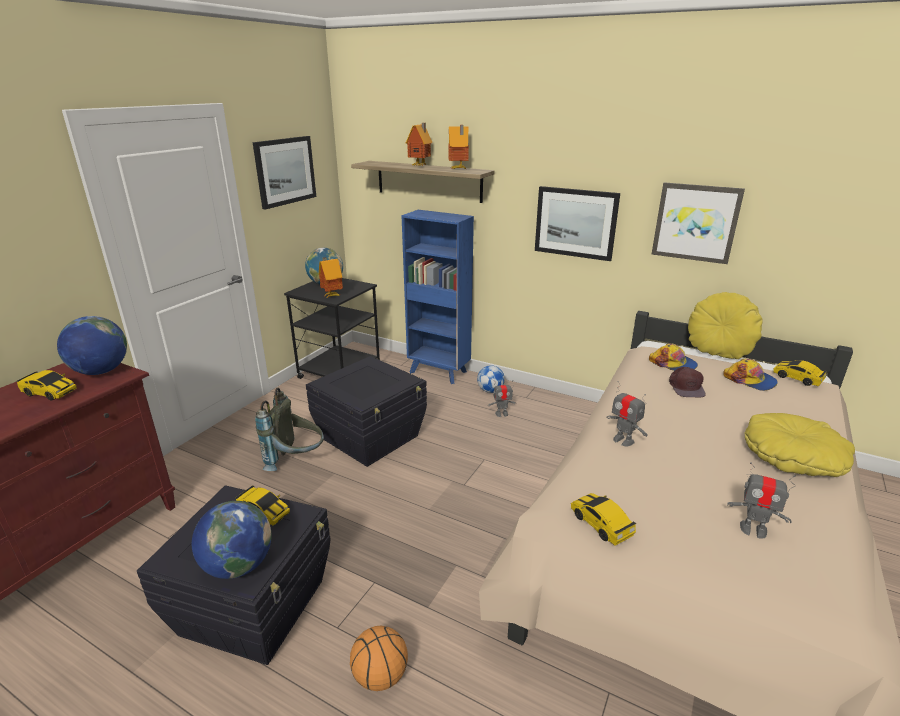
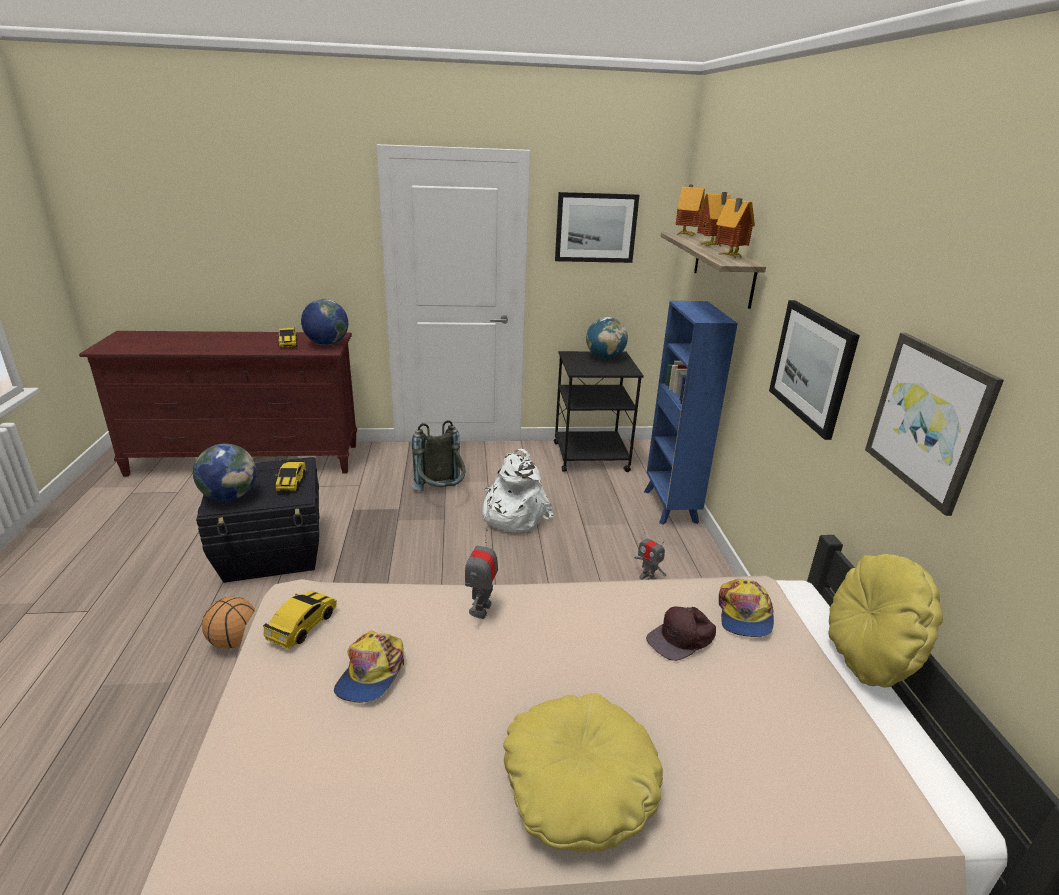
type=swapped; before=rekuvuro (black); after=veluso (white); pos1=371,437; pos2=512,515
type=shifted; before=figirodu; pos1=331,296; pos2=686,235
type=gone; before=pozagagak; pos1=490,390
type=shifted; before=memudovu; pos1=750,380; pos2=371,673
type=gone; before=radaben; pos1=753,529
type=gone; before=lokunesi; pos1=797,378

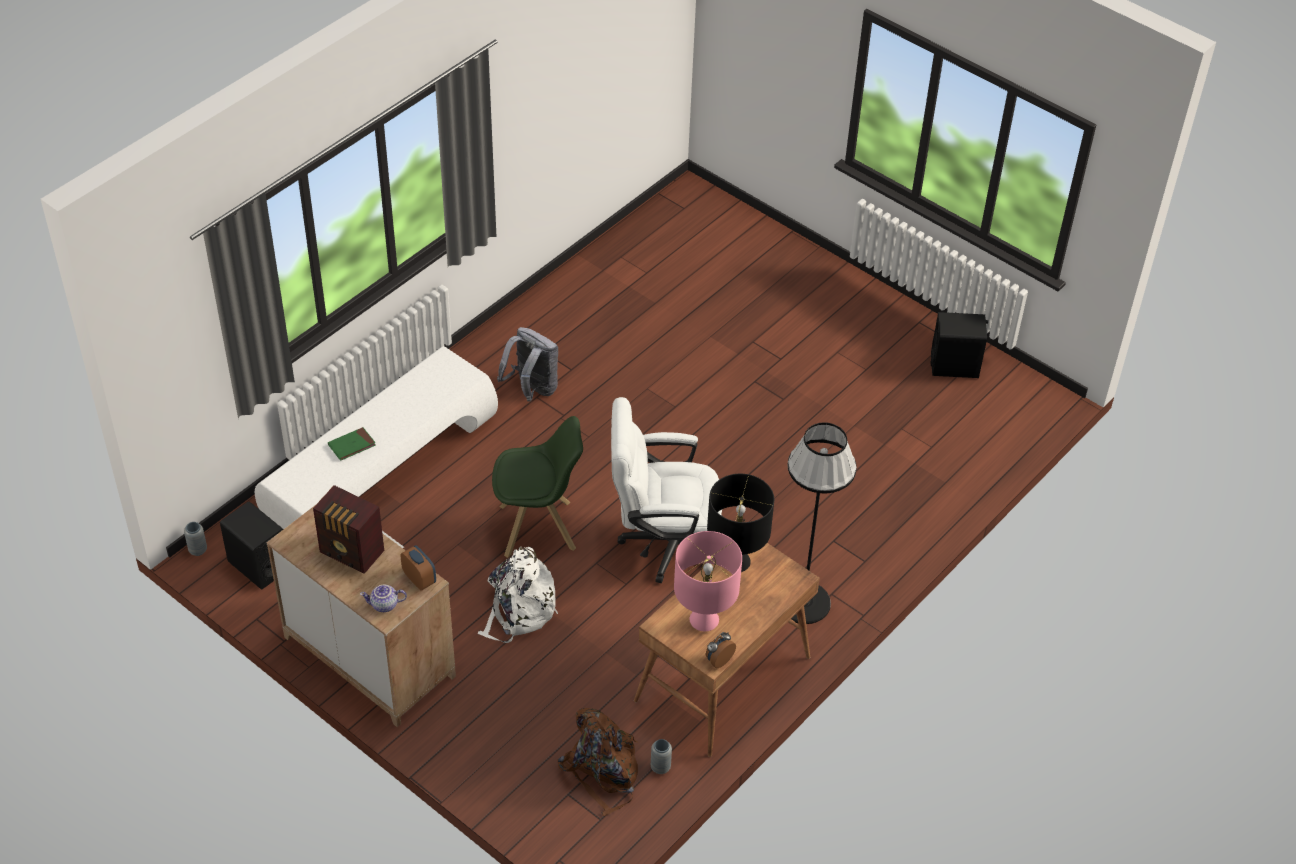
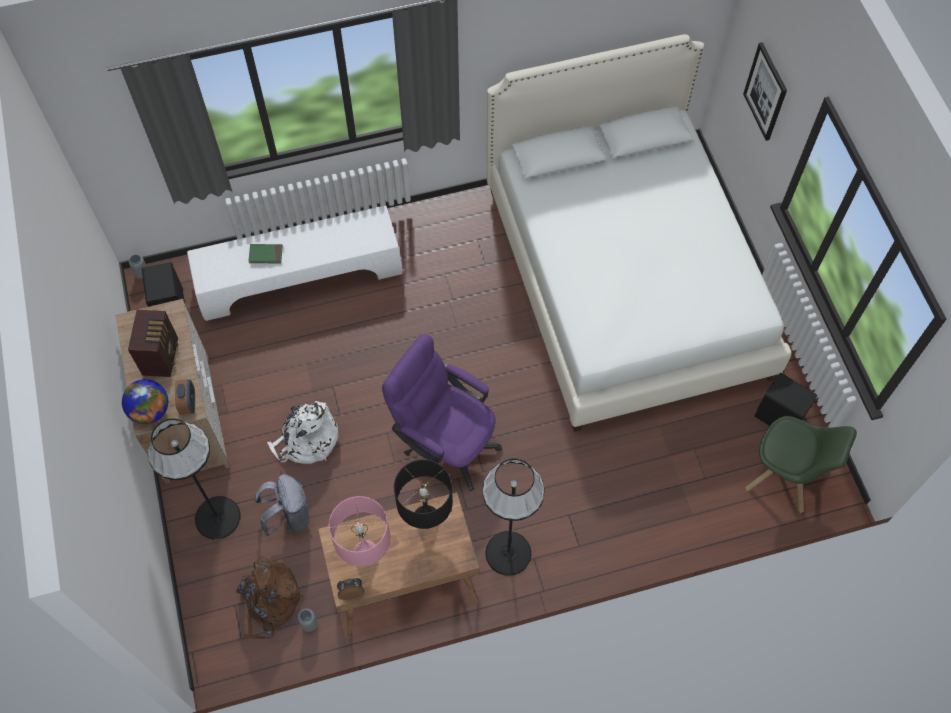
type=rotated; before=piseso; pos1=352,553; pos2=161,356; turn=-150
type=swapped; before=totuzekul; after=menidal; pos1=384,605; pos2=150,411
type=shifted; before=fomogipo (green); pos1=538,528; pos2=783,478
type=shifted; before=veluso (grey); pos1=532,389; pos2=289,517
type=repainted; before=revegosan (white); after=revegosan (purple); pos1=663,542; pos2=445,443
type=new; after=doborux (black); pos2=217,517
type=new; after=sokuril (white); pos2=626,280
type=new; after=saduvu; pos2=766,91

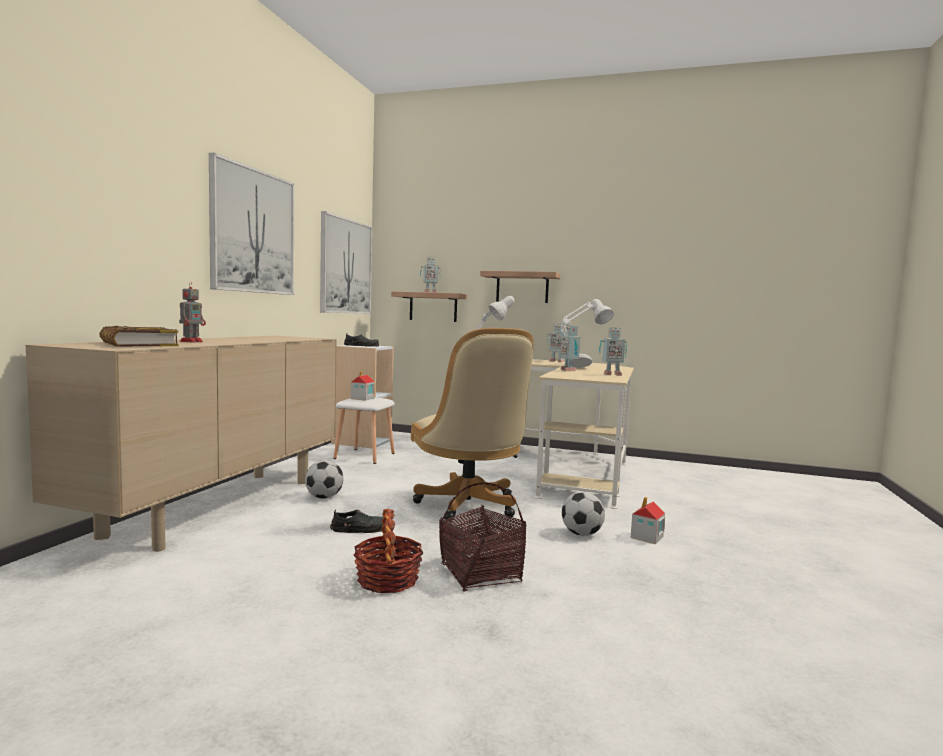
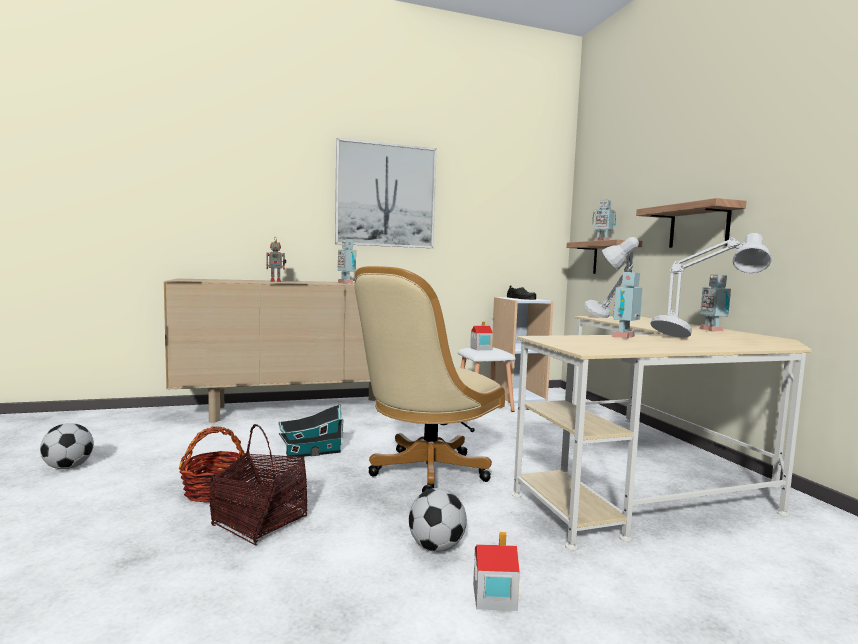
type=gone; before=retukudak; pos1=138,344
type=shifted; before=pozagagak; pos1=324,497; pos2=68,467
type=gone; before=saduvu; pos1=345,266
type=swapped; before=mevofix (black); after=figirodu; pos1=360,528; pos2=311,453
type=shifted; before=radaben; pos1=611,375; pos2=346,283

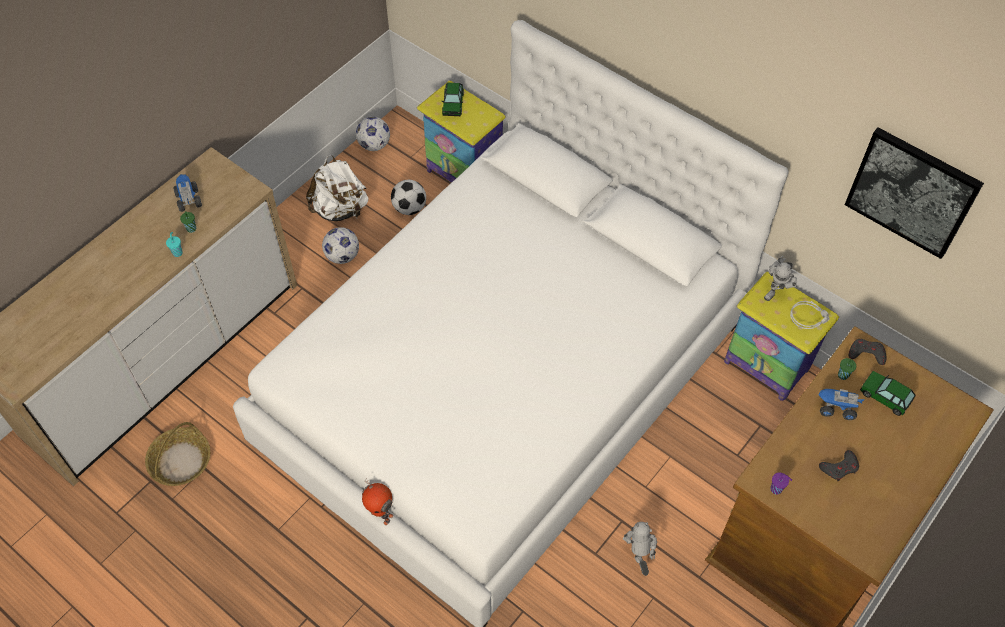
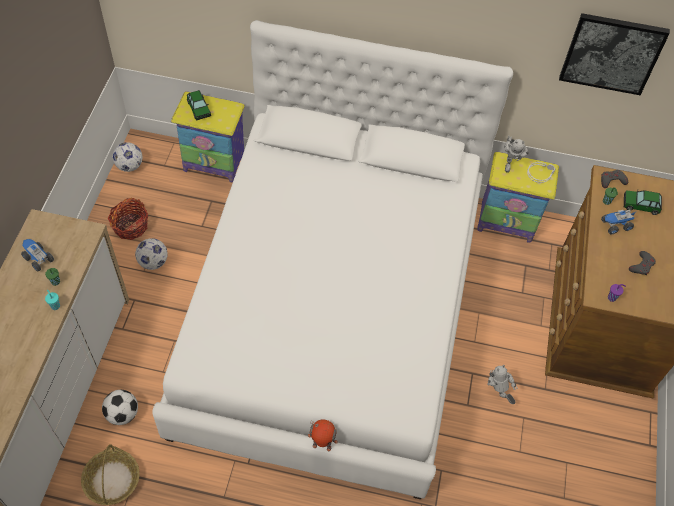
type=swapped; before=veluso (white); after=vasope; pos1=340,209; pos2=130,226
type=shifted; before=pozagagak; pos1=409,208; pos2=123,414

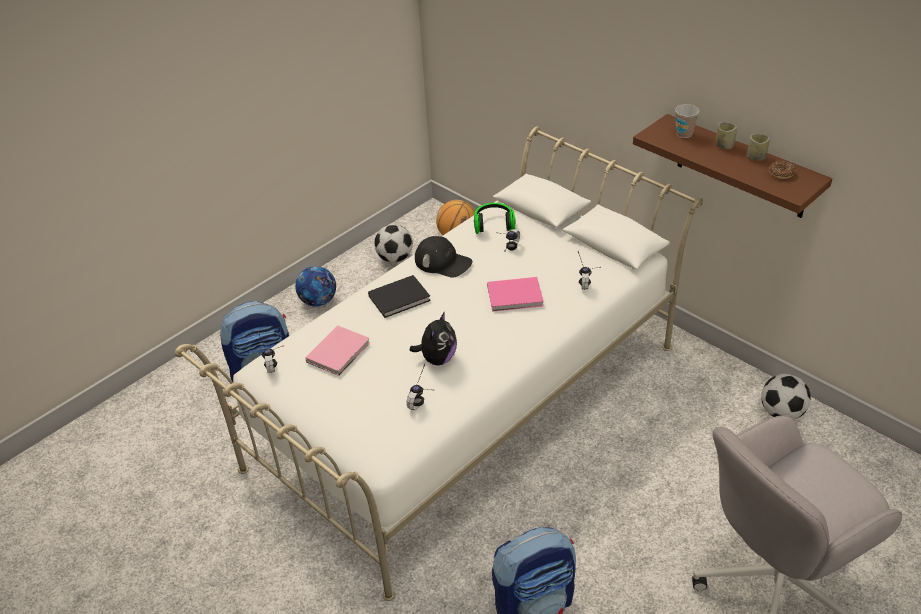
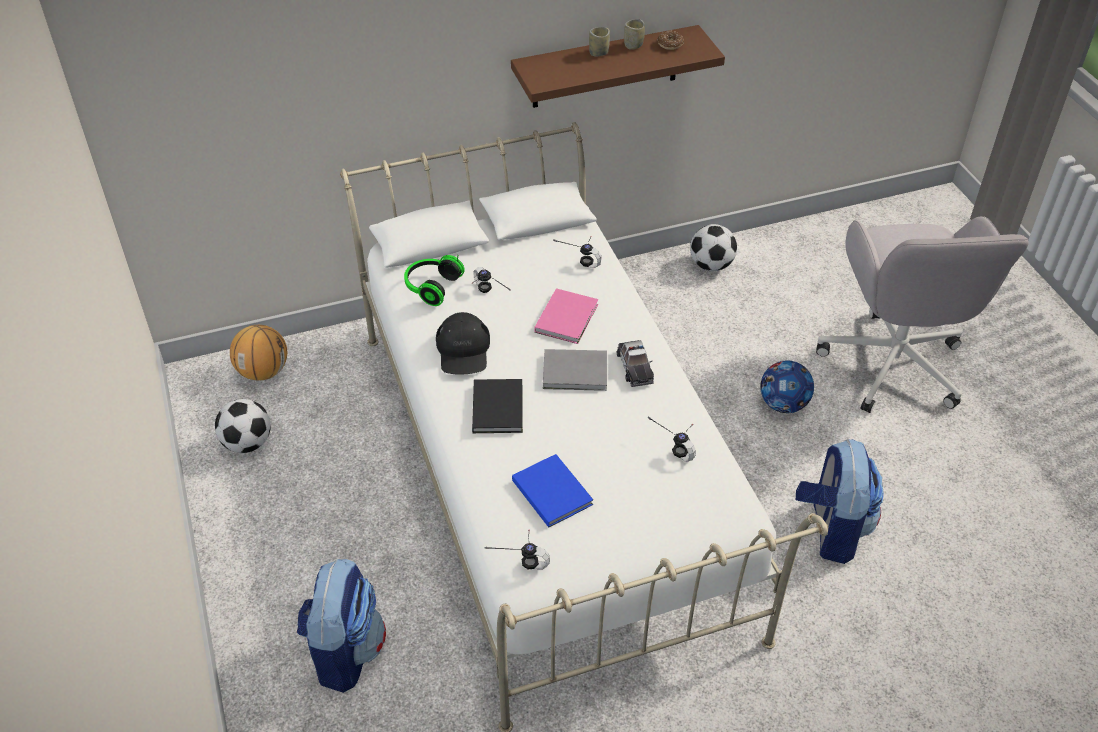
type=shifted; before=pozagagak; pos1=318,301; pos2=783,404
type=repainted; before=retukudak (pink); after=retukudak (blue); pos1=340,351; pos2=552,490
type=gone; before=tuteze; pos1=437,358
type=rotated; before=memudovu (black); pos1=443,262; pos2=463,350; turn=120
type=gone; before=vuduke; pos1=684,134
type=new; after=retukudak (grey); pos2=577,373
type=new; after=lokunesi; pos2=634,367

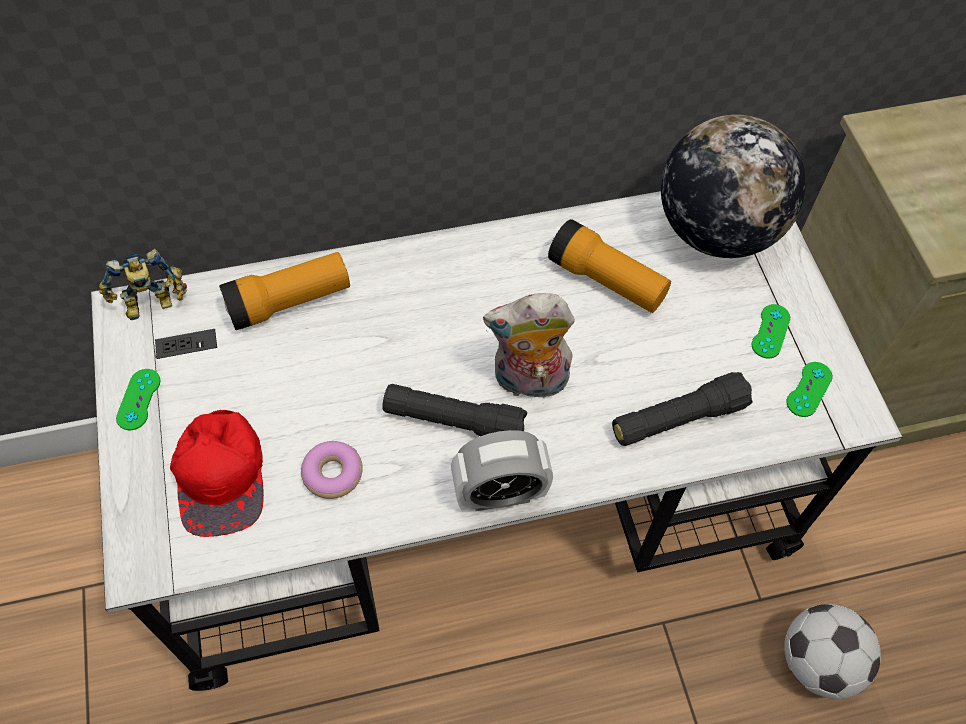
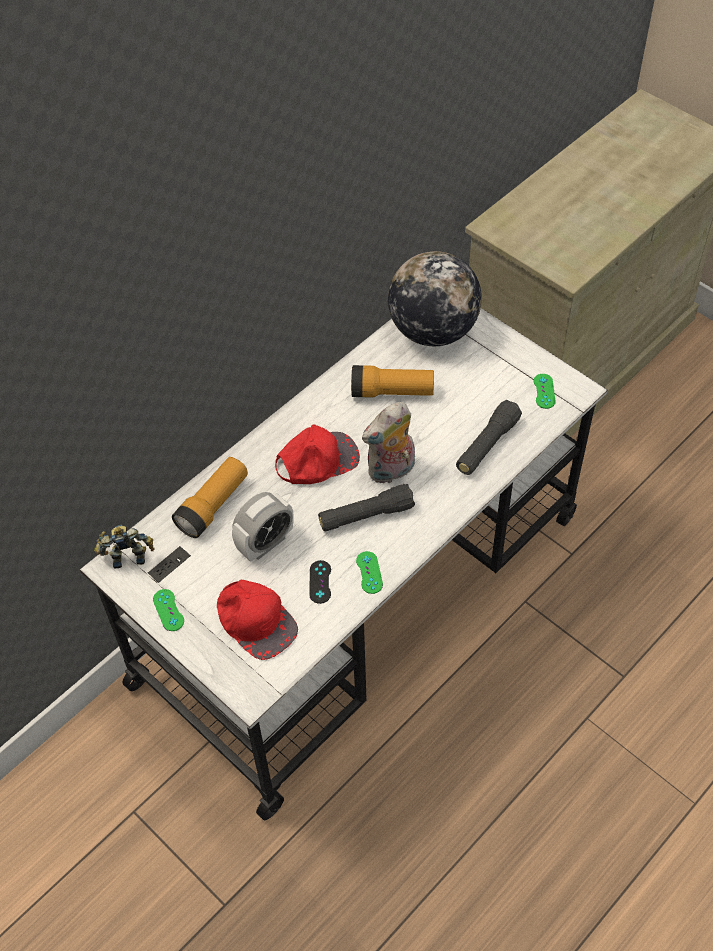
type=rotated; before=radaben; pos1=151,305; pos2=127,555; turn=-135
type=swapped; before=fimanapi; after=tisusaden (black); pos1=333,473; pos2=320,582
type=shifted; before=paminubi; pos1=500,494; pos2=265,543
type=shifted; before=tisusaden (green); pos1=770,331; pos2=369,572
type=gone; before=pozagagak; pos1=818,662
type=new; after=memudovu (red); pos2=317,460

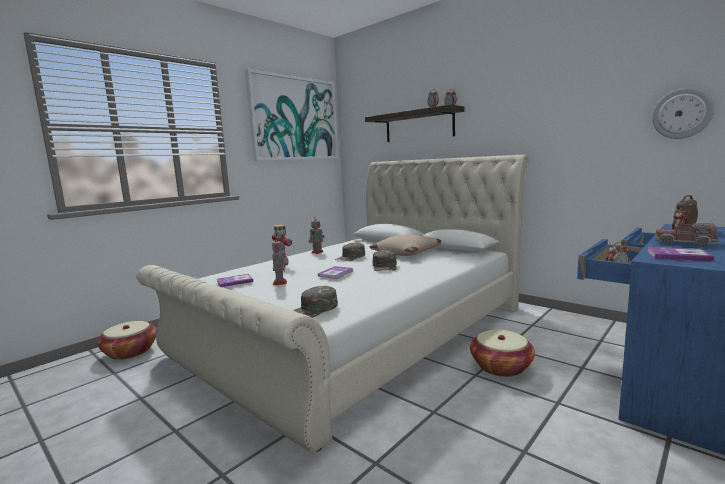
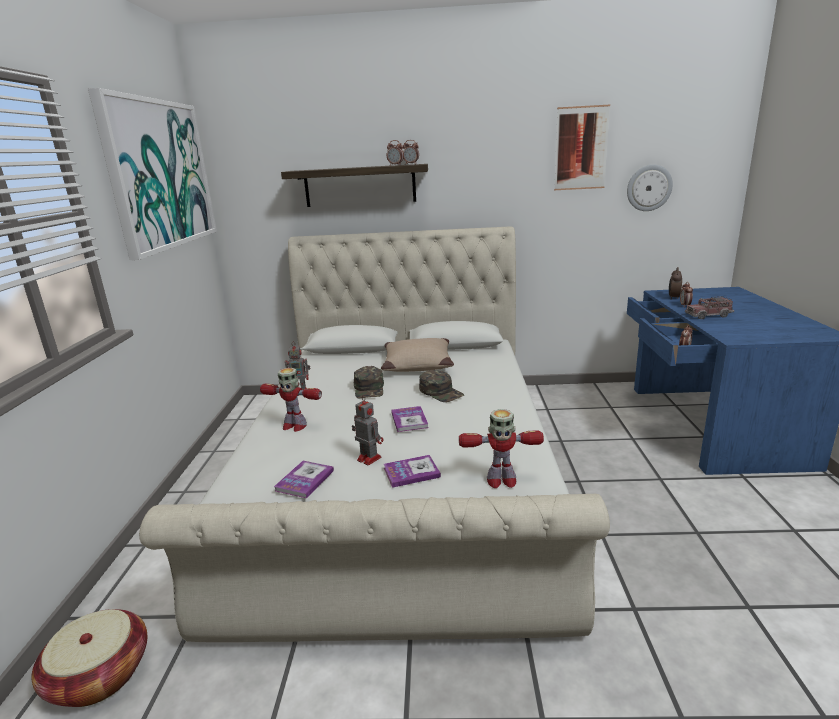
type=swapped; before=memudovu (green); after=radaben; pos1=314,310; pos2=500,480
type=gone; before=vasope; pos1=501,367
type=shifted; before=retukudak; pos1=678,256; pos2=411,472
type=new; after=saduvu; pos2=581,148

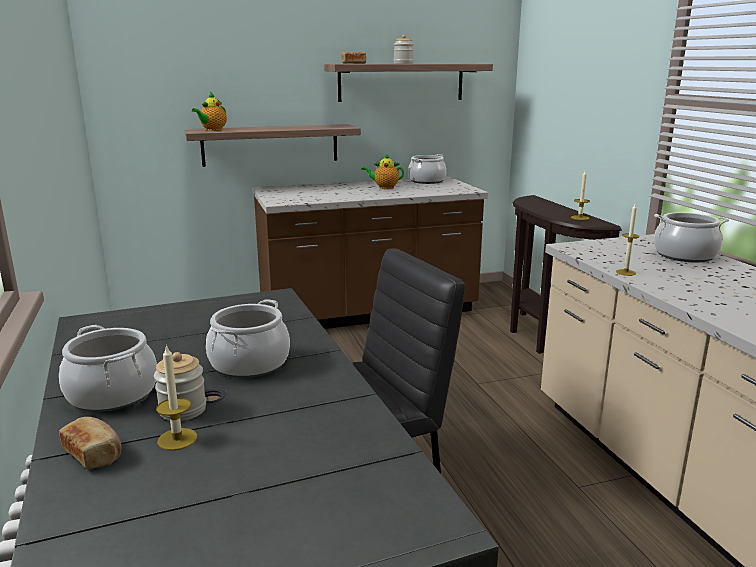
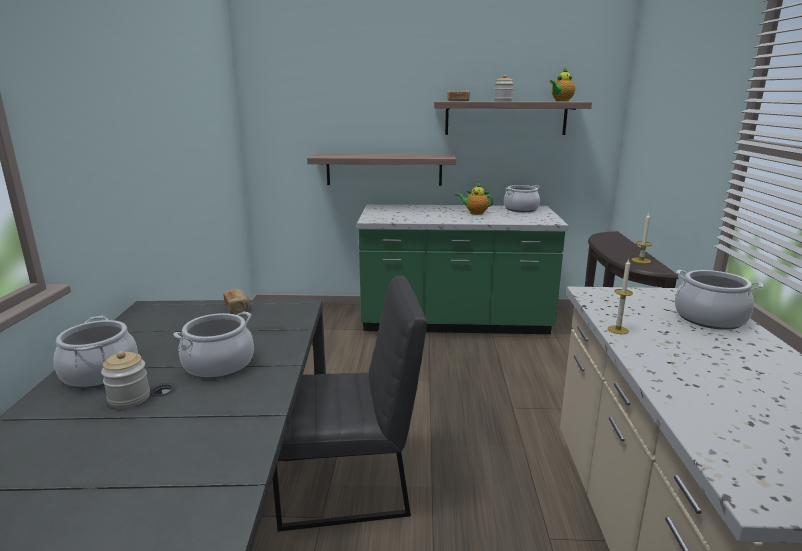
type=shifted; before=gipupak; pos1=94,454; pos2=237,307
type=gone; before=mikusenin; pos1=177,439
type=shifted; before=totuzekul; pos1=212,130; pos2=561,101
type=repainted; before=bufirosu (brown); after=bufirosu (green); pos1=368,312; pos2=455,322

